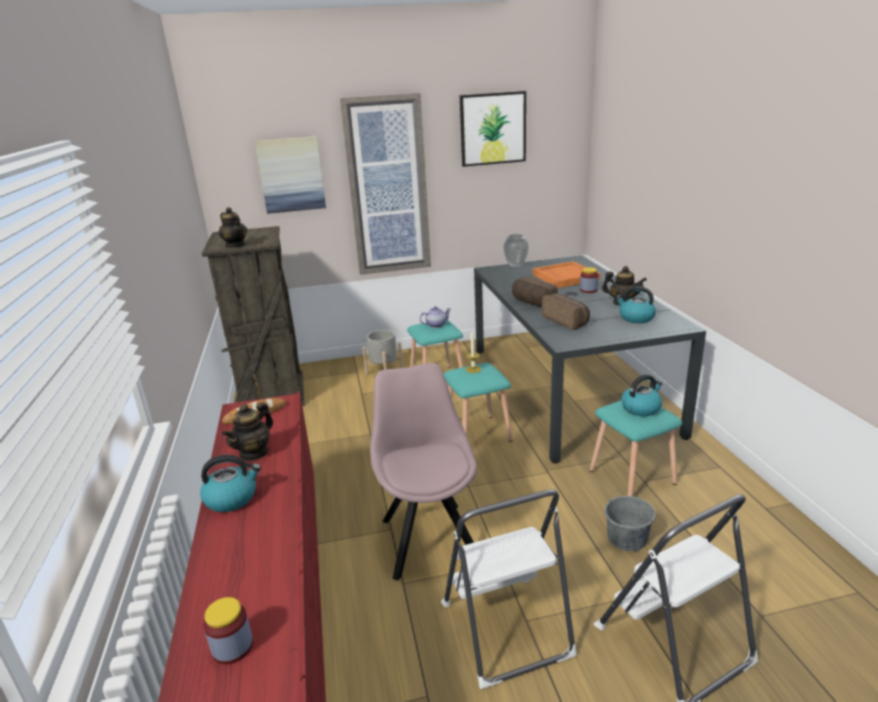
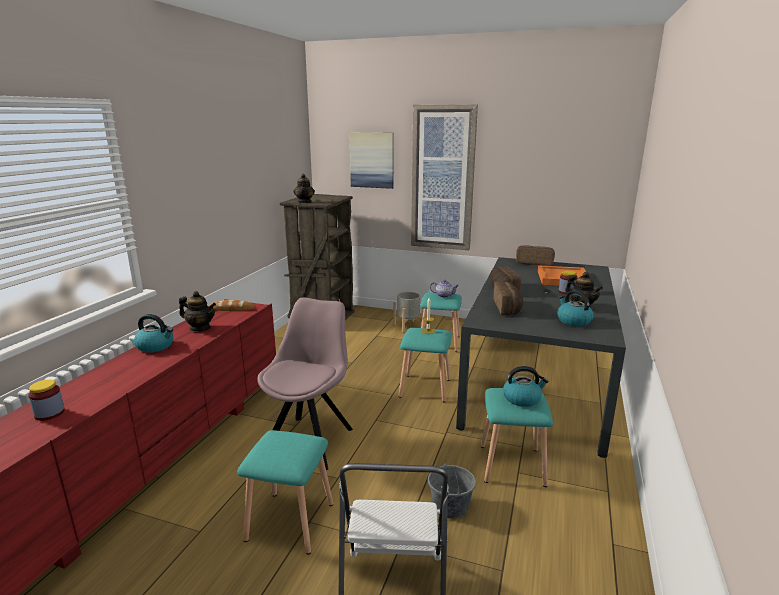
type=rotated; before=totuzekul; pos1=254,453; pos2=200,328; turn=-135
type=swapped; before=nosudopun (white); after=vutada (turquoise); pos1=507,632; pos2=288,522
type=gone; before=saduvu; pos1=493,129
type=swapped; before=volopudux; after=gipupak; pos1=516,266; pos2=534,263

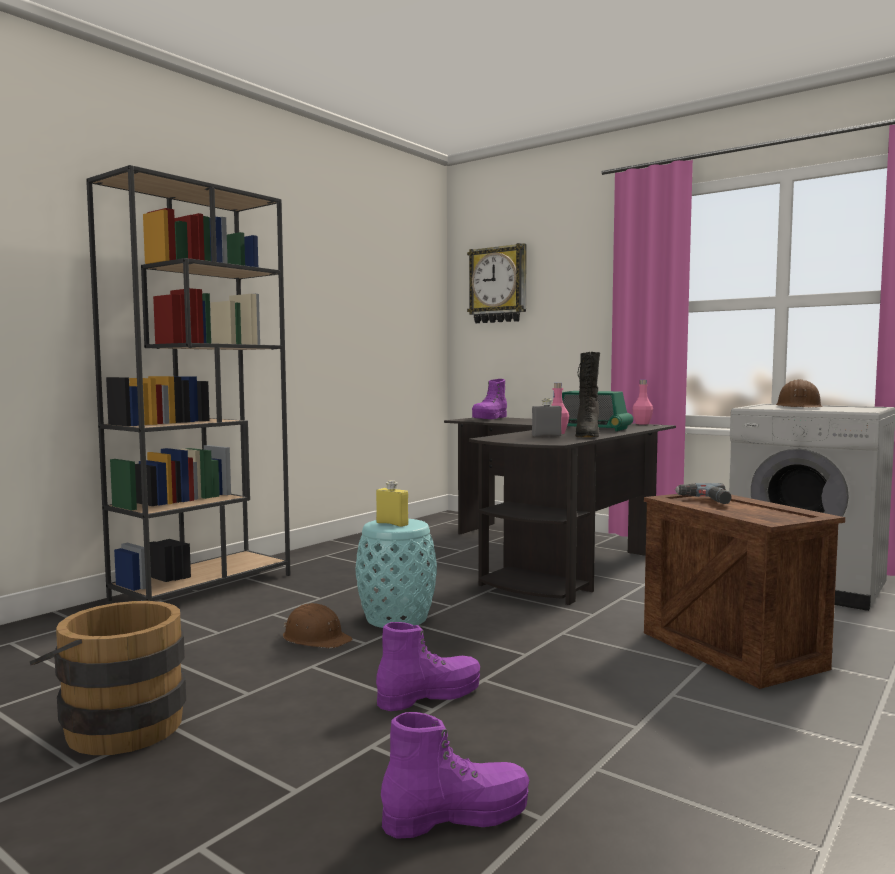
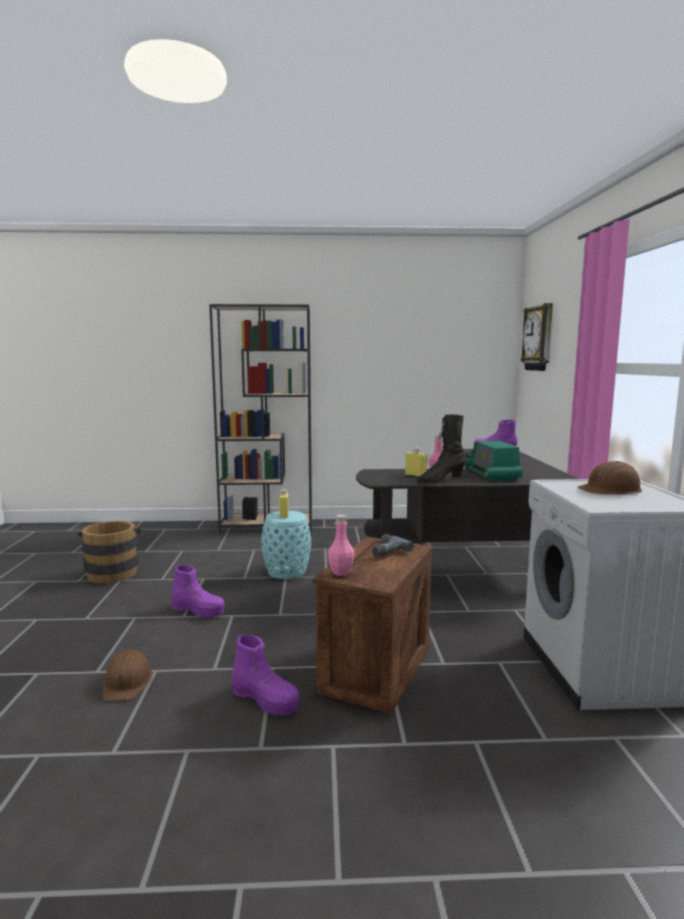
type=shifted; before=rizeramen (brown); pos1=316,638; pos2=127,682
type=shifted; before=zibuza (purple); pos1=456,815; pos2=265,699
type=repainted; before=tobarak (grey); after=tobarak (yellow); pos1=546,435; pos2=415,475
type=shifted; before=tobarak (pink); pos1=642,424; pos2=341,572

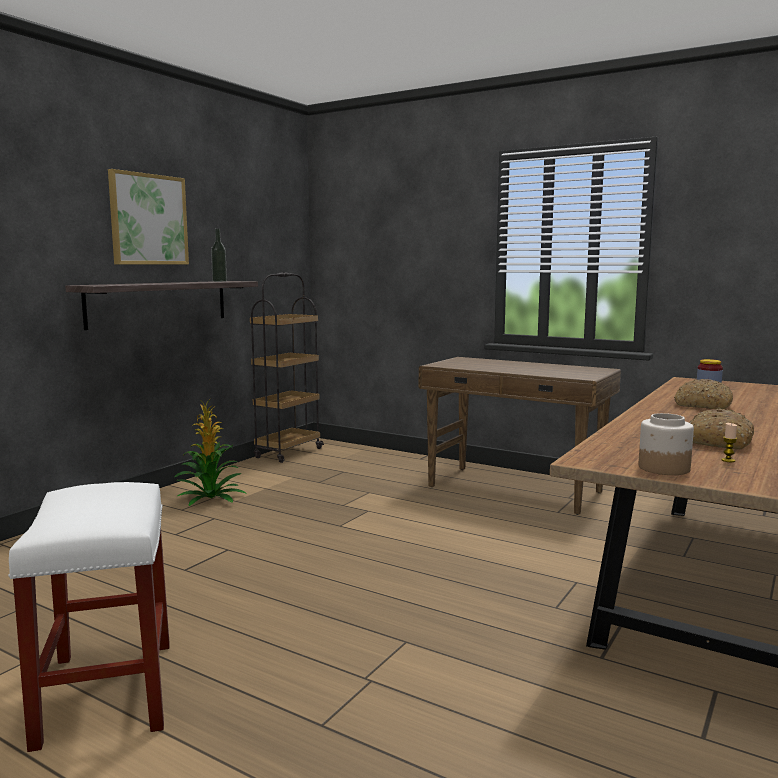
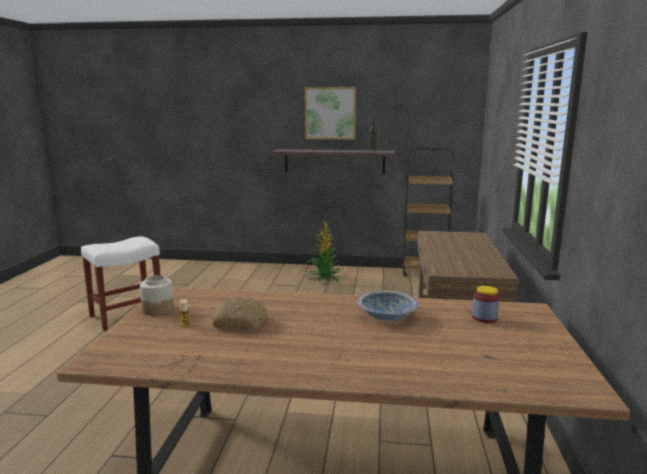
type=swapped; before=gipupak; after=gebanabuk; pos1=702,405; pos2=387,316

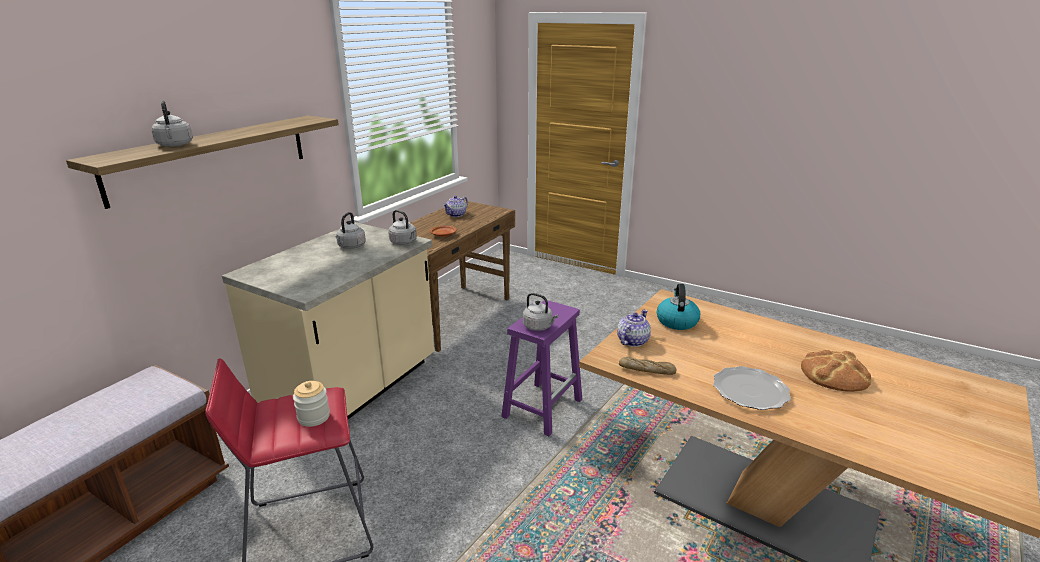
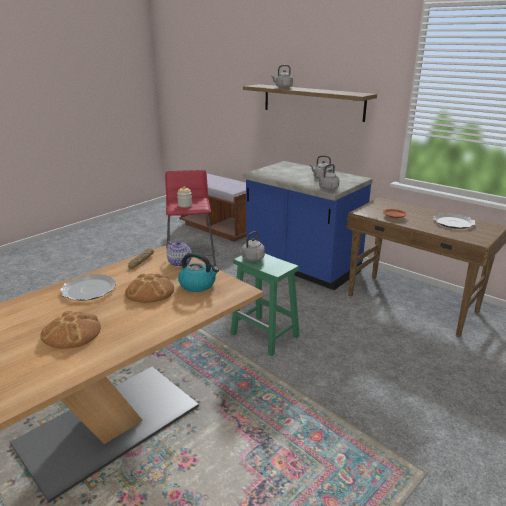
type=repainted; before=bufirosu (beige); after=bufirosu (blue); pos1=353,390; pos2=301,267
type=swapped; before=totuzekul; after=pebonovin; pos1=456,215; pos2=453,223
type=repainted; before=vutada (purple); after=vutada (green); pos1=543,407; pos2=265,335
type=new; after=gipupak; pos2=150,291

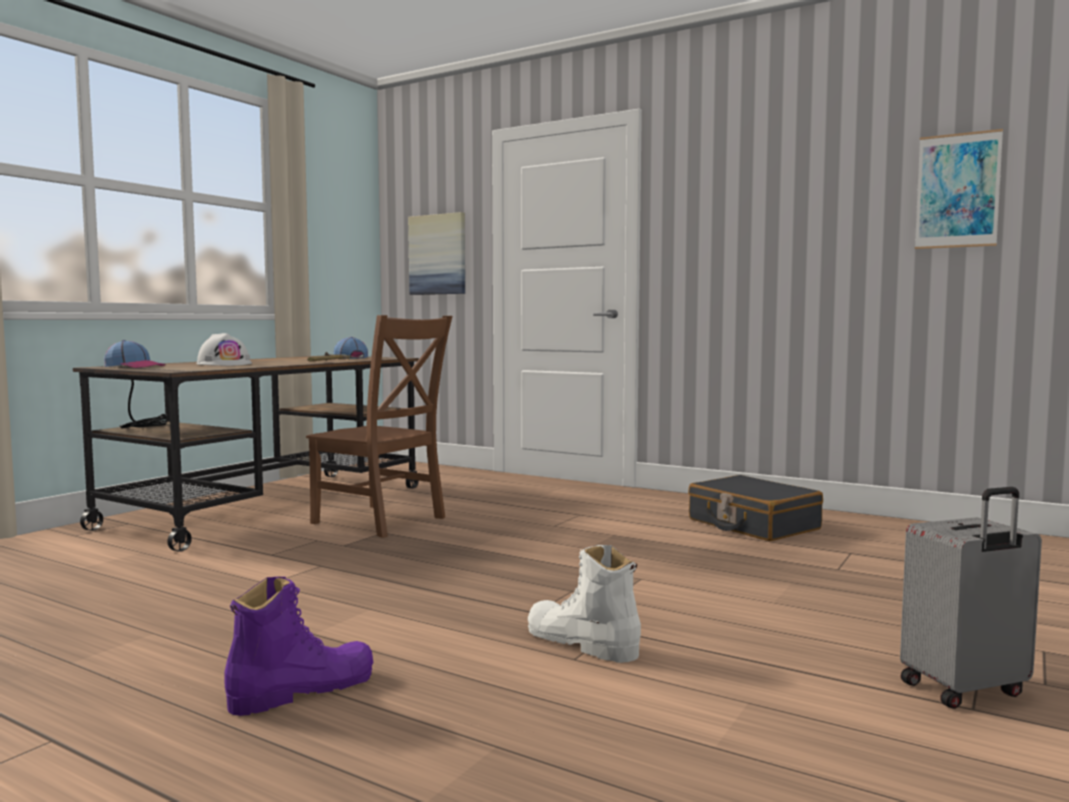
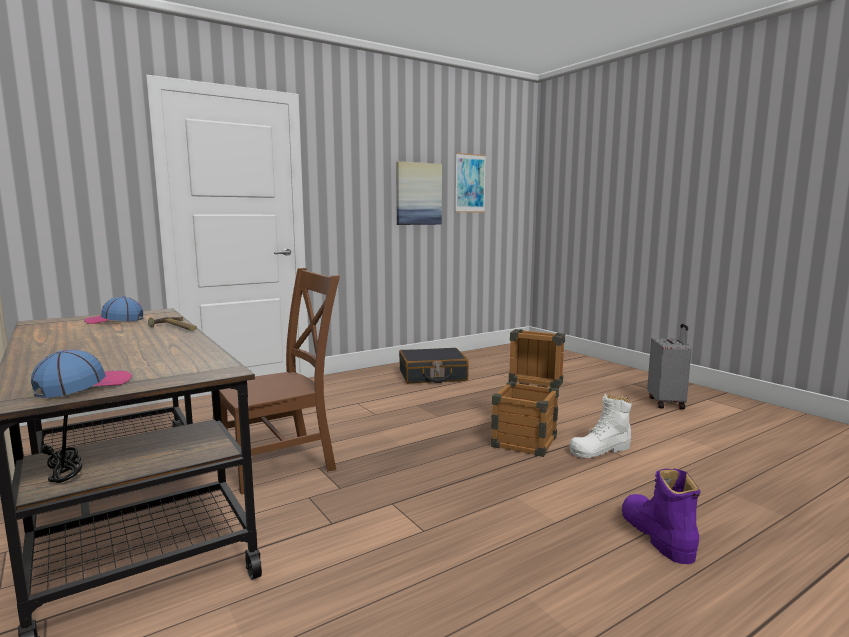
type=gone; before=rizeramen (white); pos1=224,364
type=shifted; before=saduvu; pos1=438,254; pos2=418,194
type=new; after=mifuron; pos2=527,439

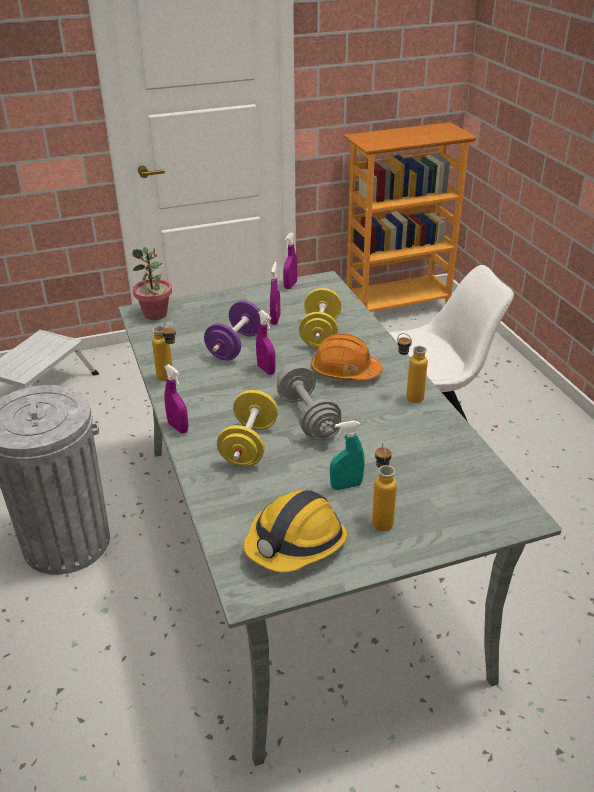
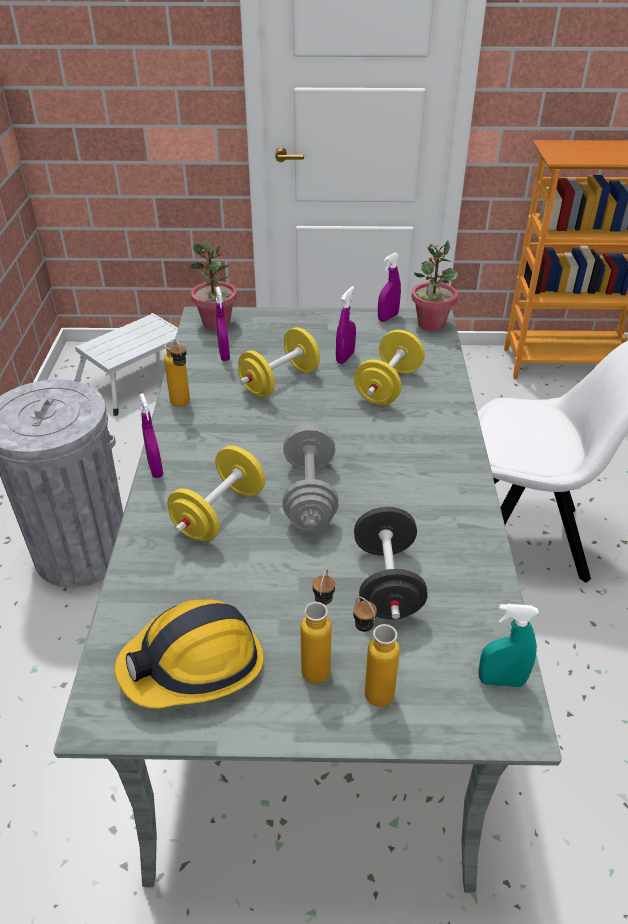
type=repainted; before=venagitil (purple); after=venagitil (yellow); pos1=235,346; pos2=280,381
type=shifted; before=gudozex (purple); pos1=266,370; pos2=224,355
type=gone; before=rizeramen (orange); pos1=344,372
type=shifted; before=gudozex (turquoise); pos1=346,486; pos2=501,681
type=shifted; before=tobarak; pos1=408,396; pos2=370,686
type=new; after=venagitil (black); pos2=387,583
type=new; after=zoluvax; pos2=431,324

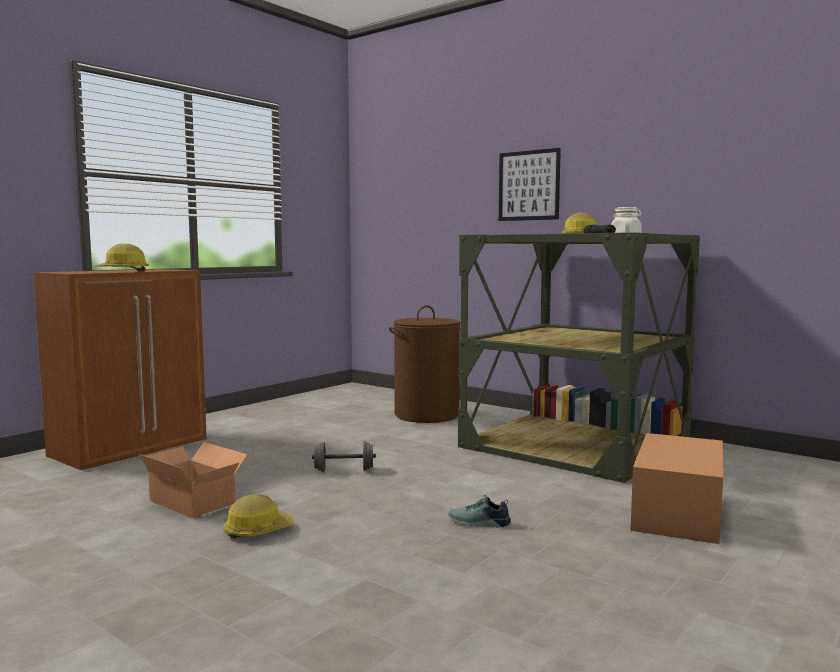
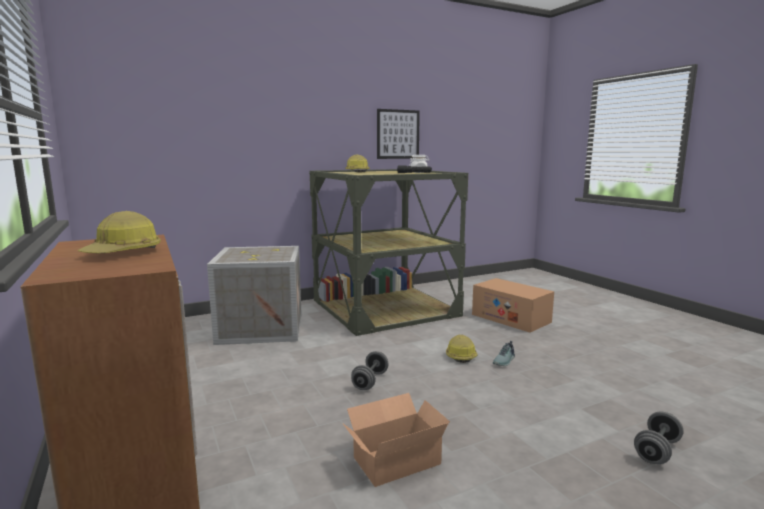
type=shifted; before=rizeramen; pos1=257,531; pos2=460,355
type=swapped; before=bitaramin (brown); after=mifuron; pos1=426,415; pos2=260,327
type=shifted; before=saduvu; pos1=528,185; pos2=398,134
type=new; after=venagitil (grey); pos2=657,451

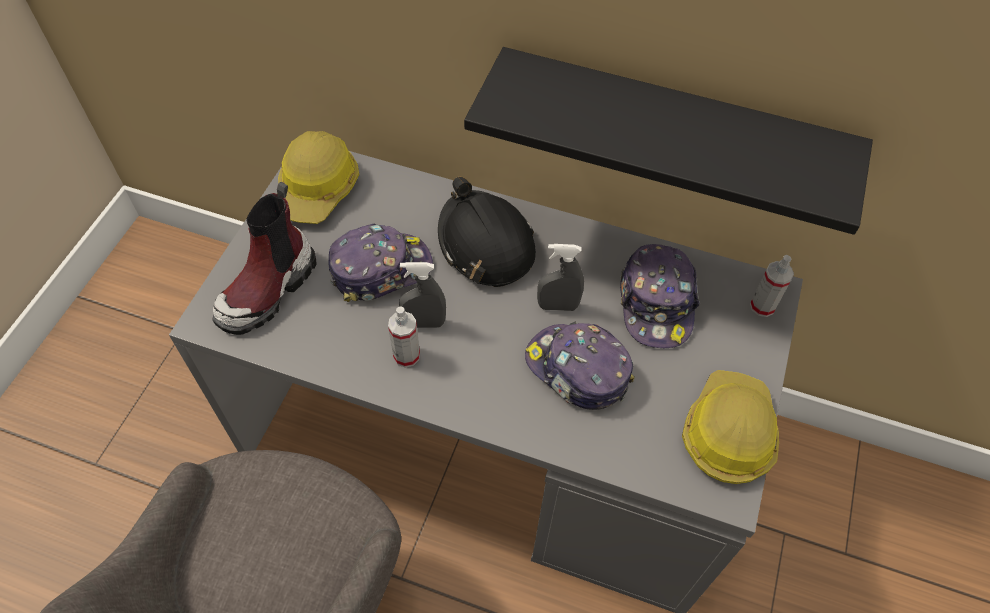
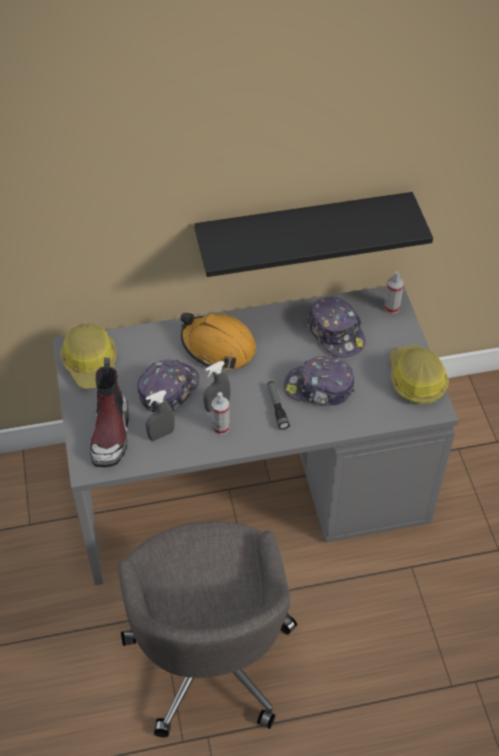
type=repainted; before=rizeramen (black); after=rizeramen (orange); pos1=485,244; pos2=218,347
type=shifted; before=gudozex (grey); pos1=557,306; pos2=161,434
type=new; after=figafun; pos2=277,407

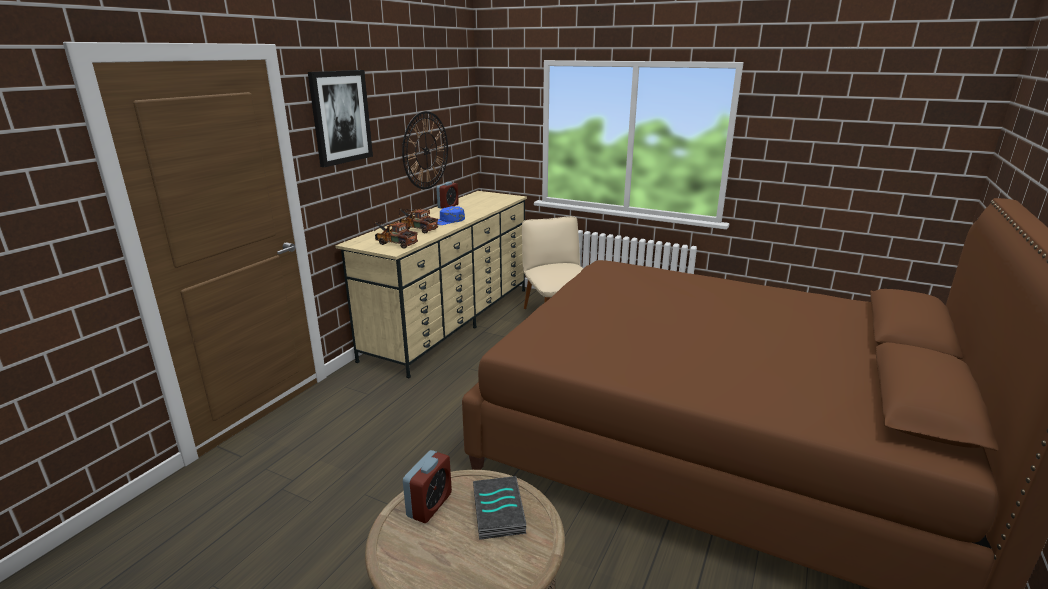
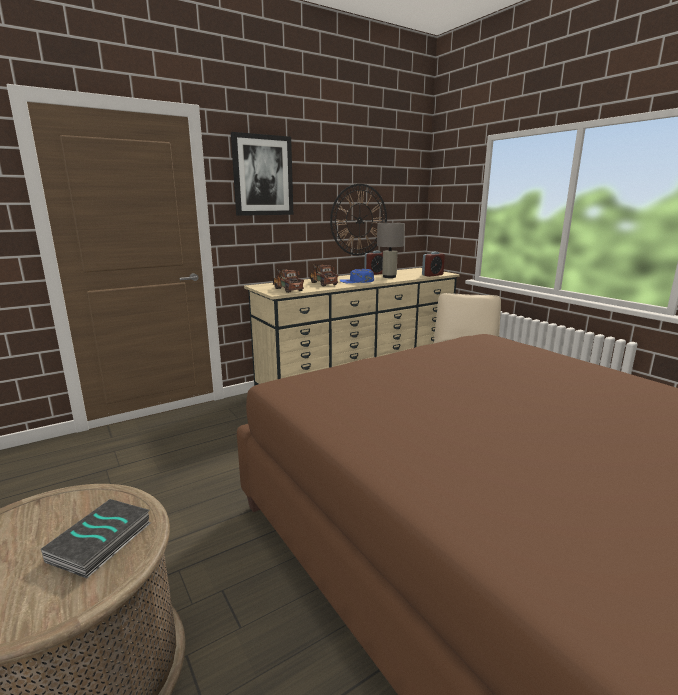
type=shifted; before=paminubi; pos1=429,505; pos2=432,275
type=new; after=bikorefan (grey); pos2=388,277

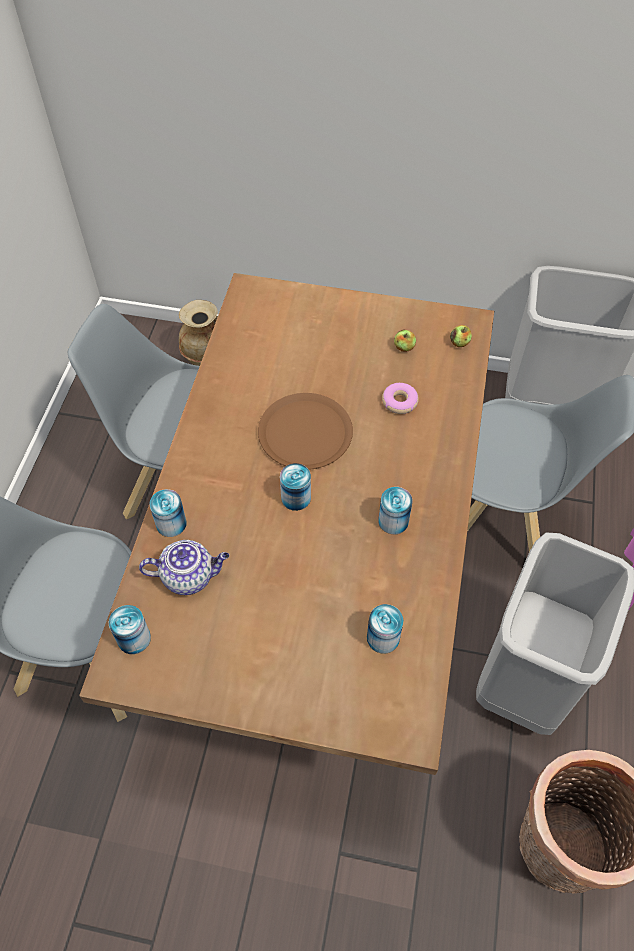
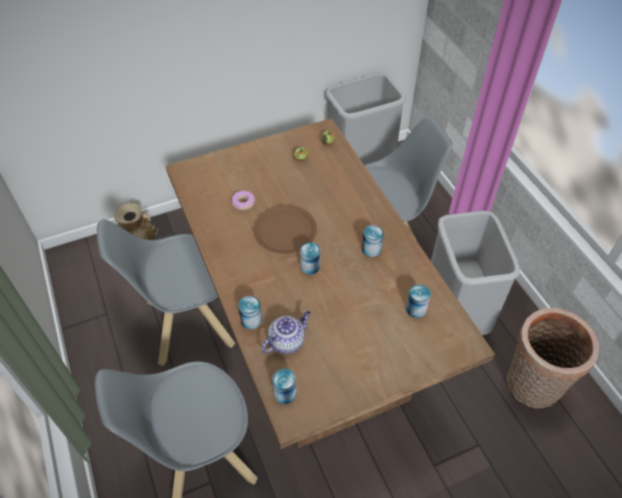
type=shifted; before=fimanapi; pos1=399,401; pos2=243,203

